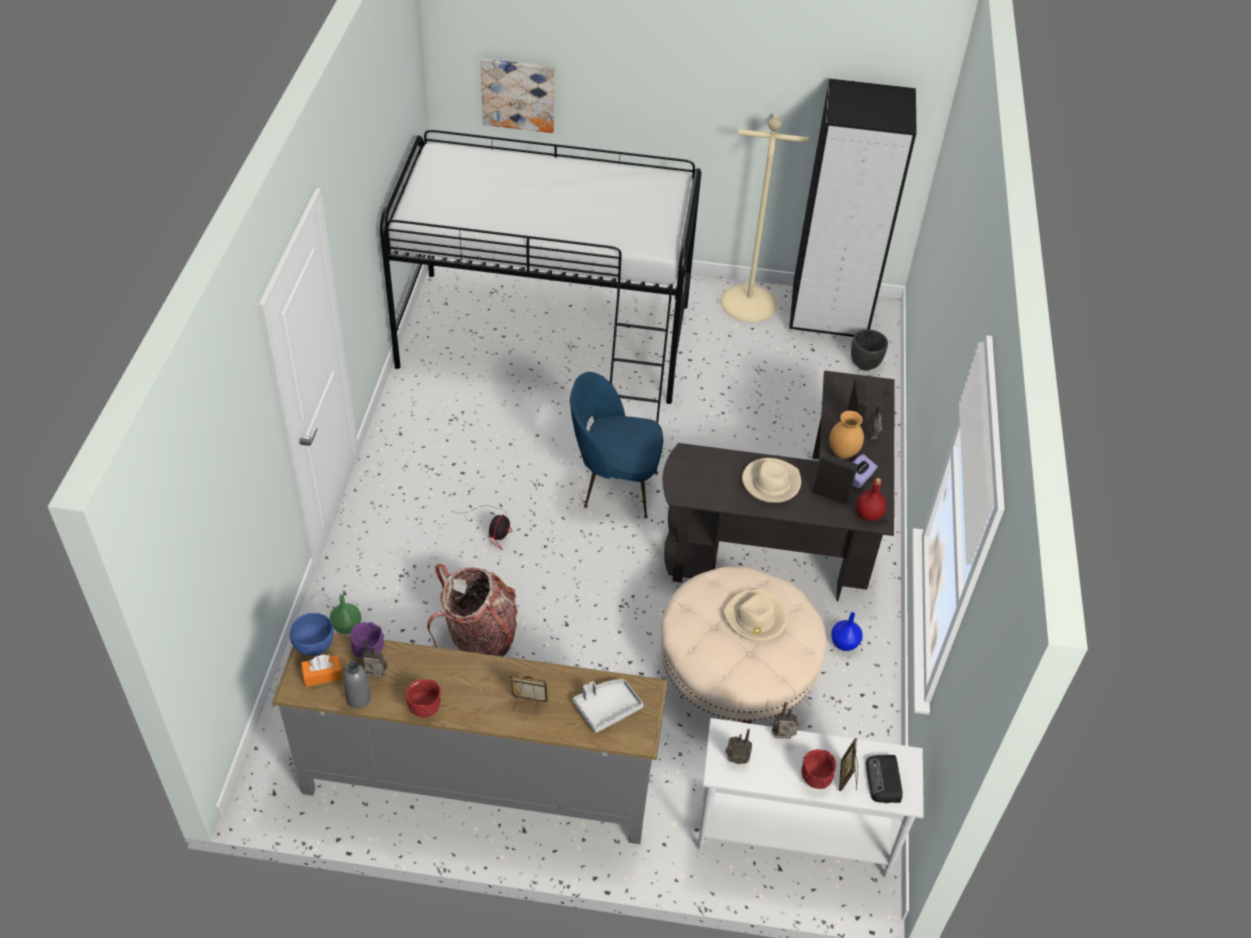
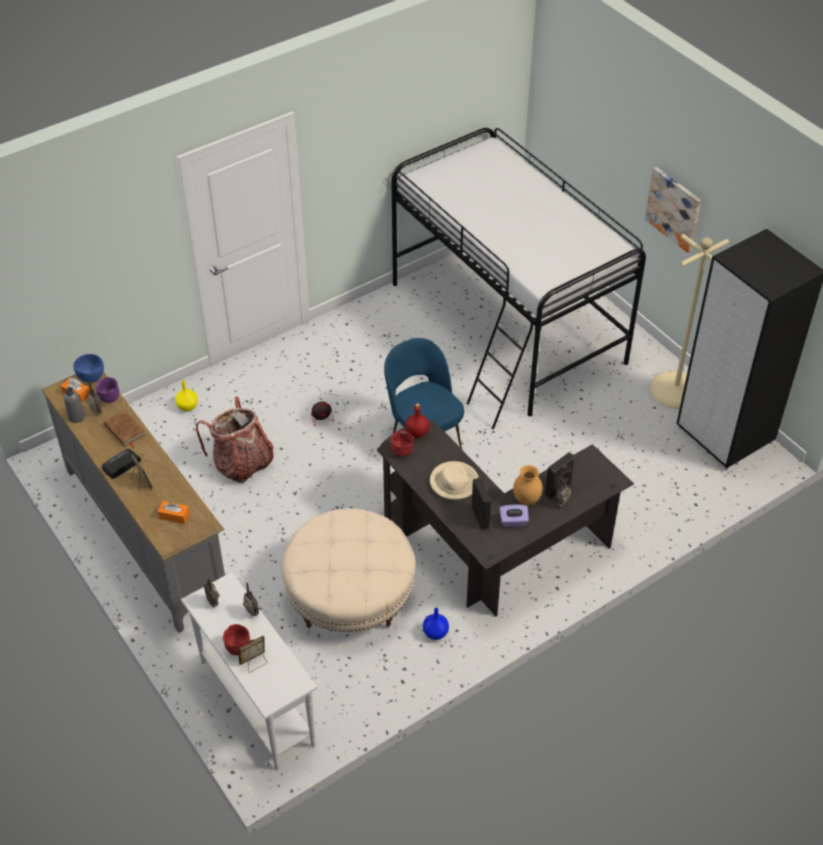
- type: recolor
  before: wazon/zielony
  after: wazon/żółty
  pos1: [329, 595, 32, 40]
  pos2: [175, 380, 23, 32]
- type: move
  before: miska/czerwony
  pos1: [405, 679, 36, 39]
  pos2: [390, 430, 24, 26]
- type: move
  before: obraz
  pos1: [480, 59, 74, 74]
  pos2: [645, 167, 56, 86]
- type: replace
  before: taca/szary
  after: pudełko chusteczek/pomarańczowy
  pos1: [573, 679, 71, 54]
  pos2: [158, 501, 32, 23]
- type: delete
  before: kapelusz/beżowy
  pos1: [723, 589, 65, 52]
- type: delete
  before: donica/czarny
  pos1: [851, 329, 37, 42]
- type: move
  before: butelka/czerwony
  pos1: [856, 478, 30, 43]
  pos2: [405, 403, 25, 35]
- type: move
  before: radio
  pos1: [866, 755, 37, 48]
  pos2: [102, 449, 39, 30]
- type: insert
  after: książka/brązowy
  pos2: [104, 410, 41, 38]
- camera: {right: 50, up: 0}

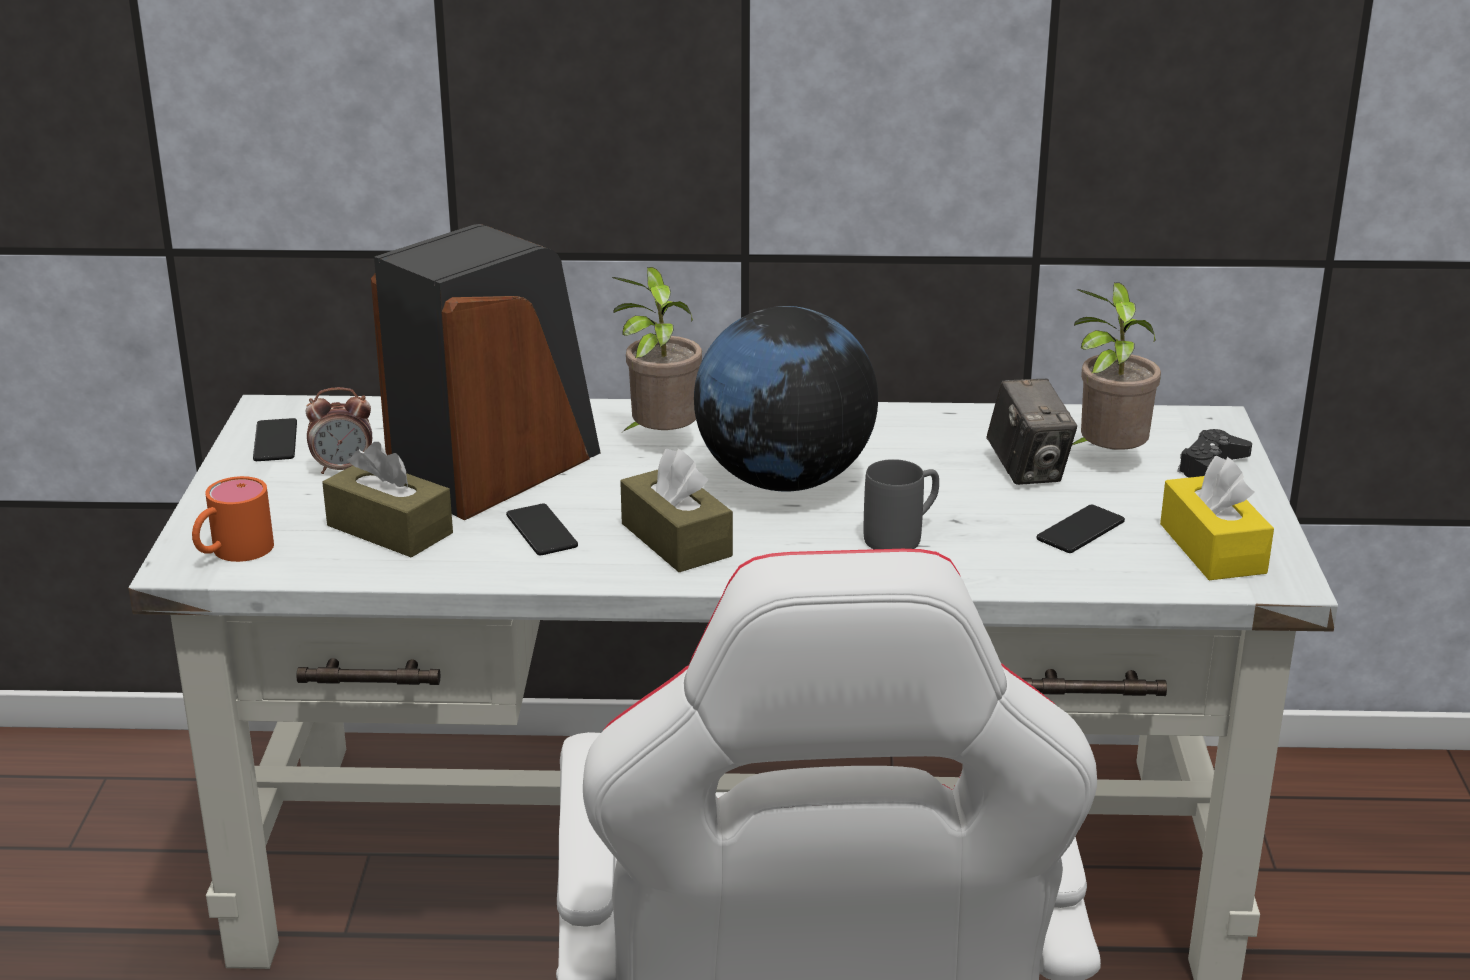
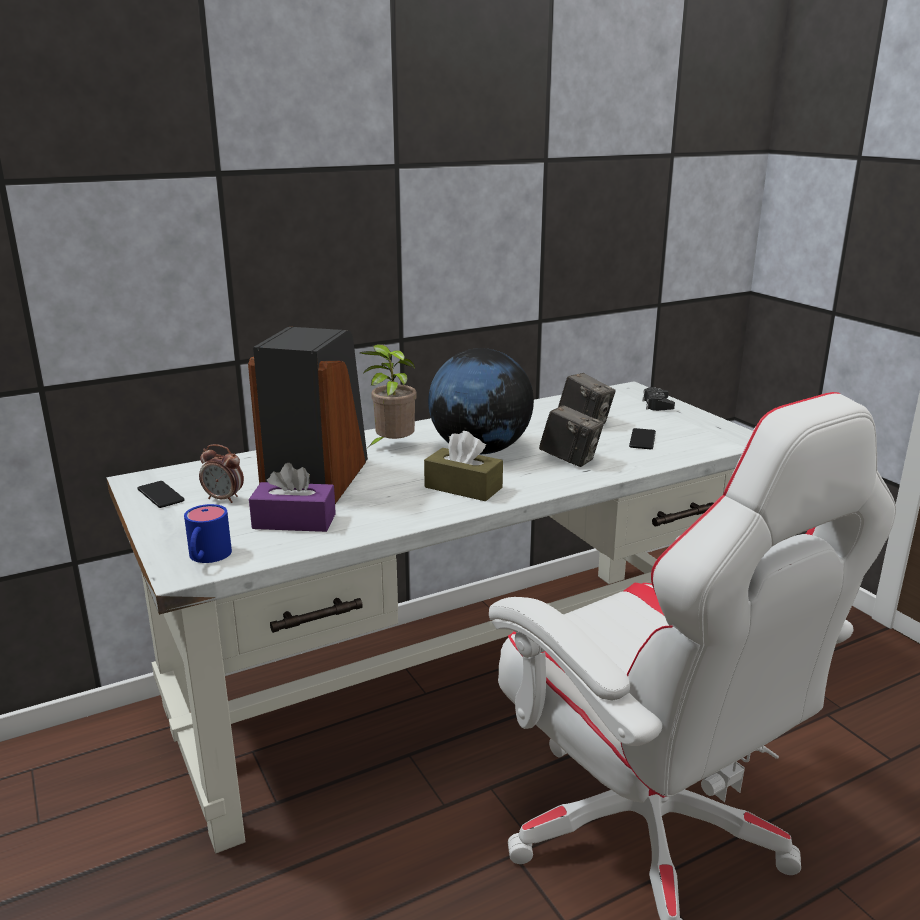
- type: recolor
  before: kubek/pomarańczowy
  after: kubek/niebieski
  pos1: [192, 476, 82, 86]
  pos2: [184, 504, 48, 59]
- type: rotate
  before: budzik
  pos1: [306, 387, 66, 87]
  pos2: [199, 444, 45, 59]
  turn: 60
- type: recolor
  before: pudełko chusteczek/brązowy
  after: pudełko chusteczek/fioletowy
  pos1: [322, 442, 131, 116]
  pos2: [249, 463, 87, 69]
- type: delete
  before: telefon
  pos1: [506, 503, 72, 53]
- type: replace
  before: kubek/szary
  after: aparat fotograficzny
  pos1: [864, 459, 75, 90]
  pos2: [539, 405, 65, 62]
- type: delete
  before: roślina doniczkowa
  pos1: [1072, 282, 89, 168]
- type: delete
  before: pudełko chusteczek/żółty
  pos1: [1160, 456, 114, 124]
- camera: {right: -30, up: -5}

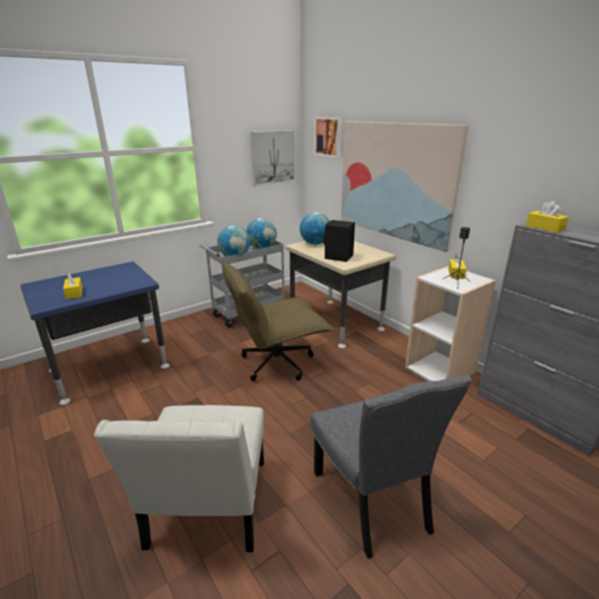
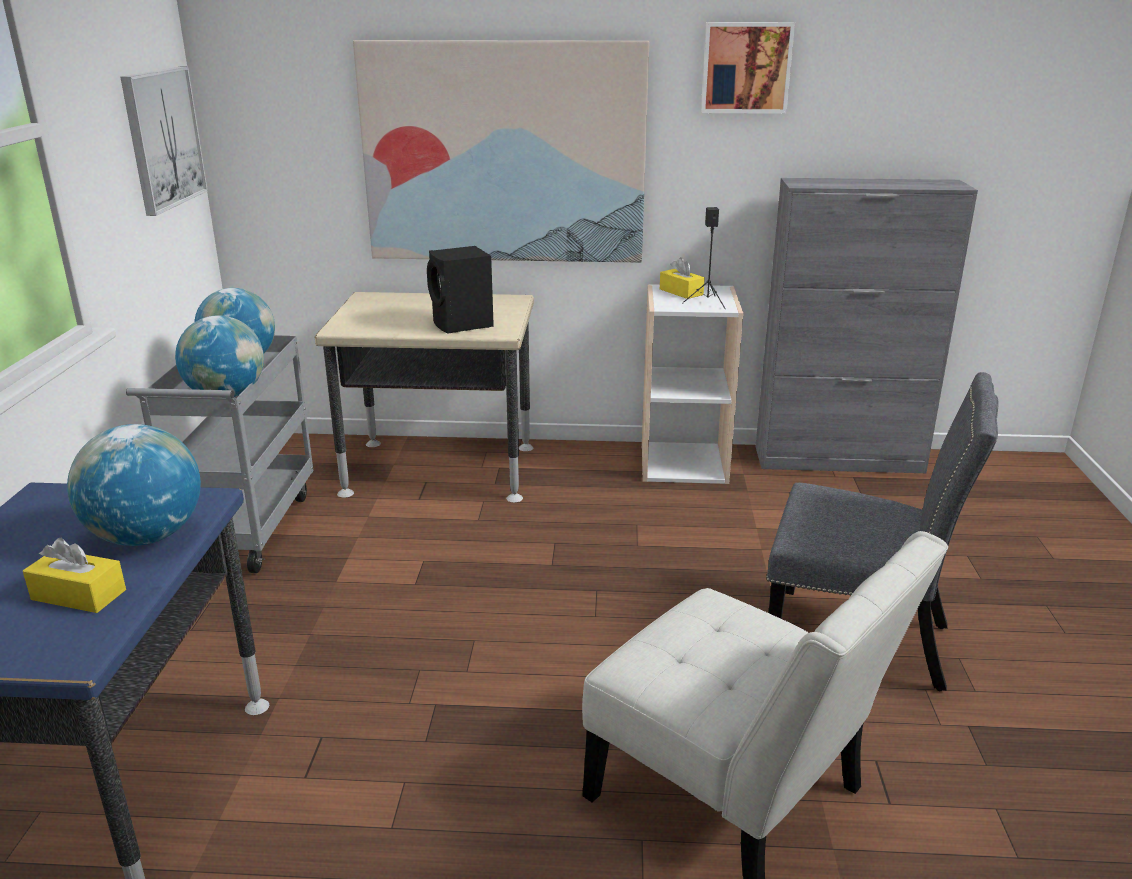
- type: delete
  before: krzesło biurowe/beżowy
  pos1: [222, 262, 112, 119]
- type: move
  before: globus
  pos1: [300, 212, 30, 33]
  pos2: [67, 424, 134, 122]
- type: move
  before: obraz
  pos1: [314, 117, 28, 41]
  pos2: [701, 22, 94, 92]
- type: delete
  before: pudełko chusteczek/żółty
  pos1: [526, 201, 43, 32]
- camera: {right: -50, up: 0}

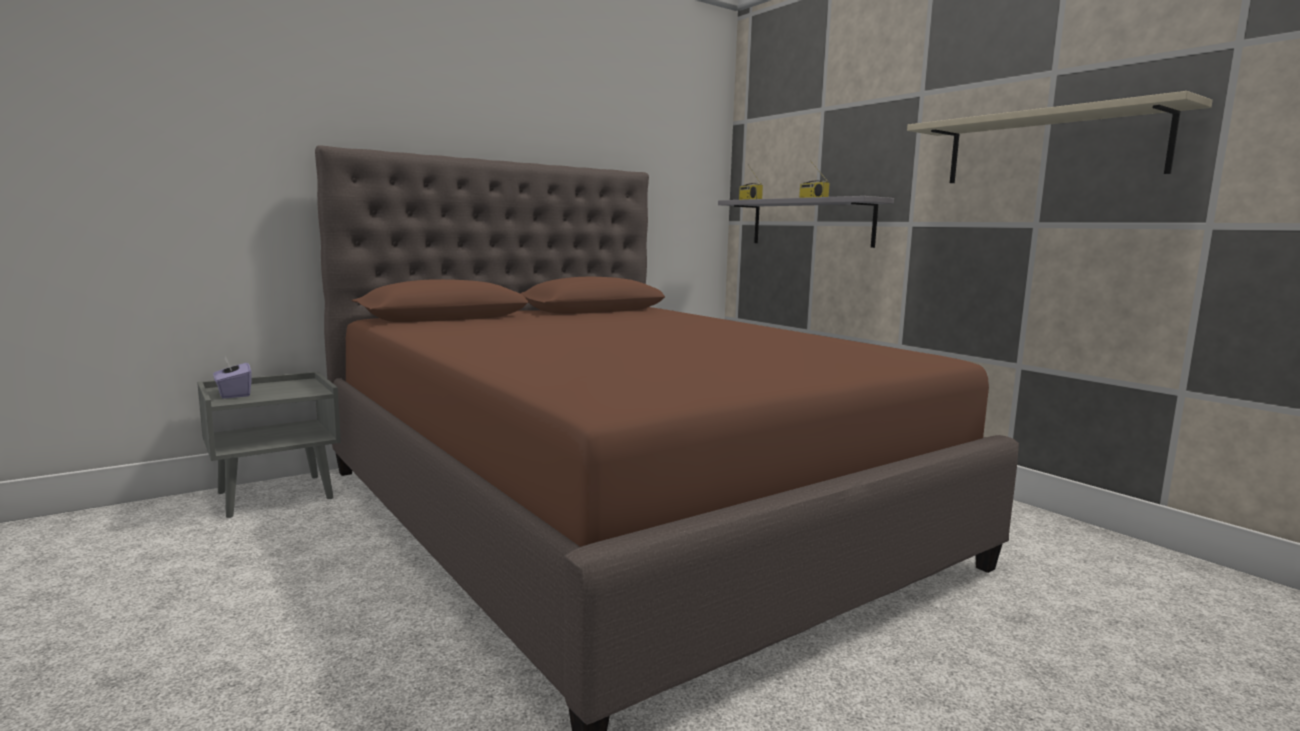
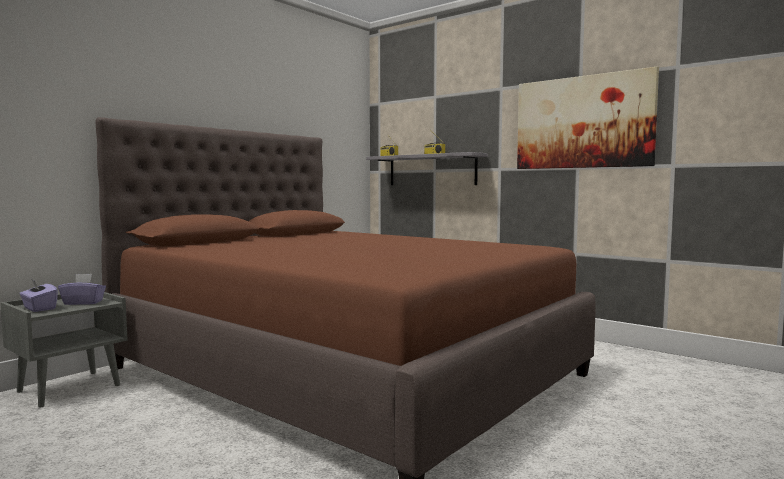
- type: replace
  before: półka/beżowy
  after: obraz
  pos1: [907, 91, 306, 92]
  pos2: [517, 66, 142, 103]
- type: insert
  after: pudełko chusteczek/fioletowy
  pos2: [58, 274, 48, 31]
- camera: {right: -15, up: -5}

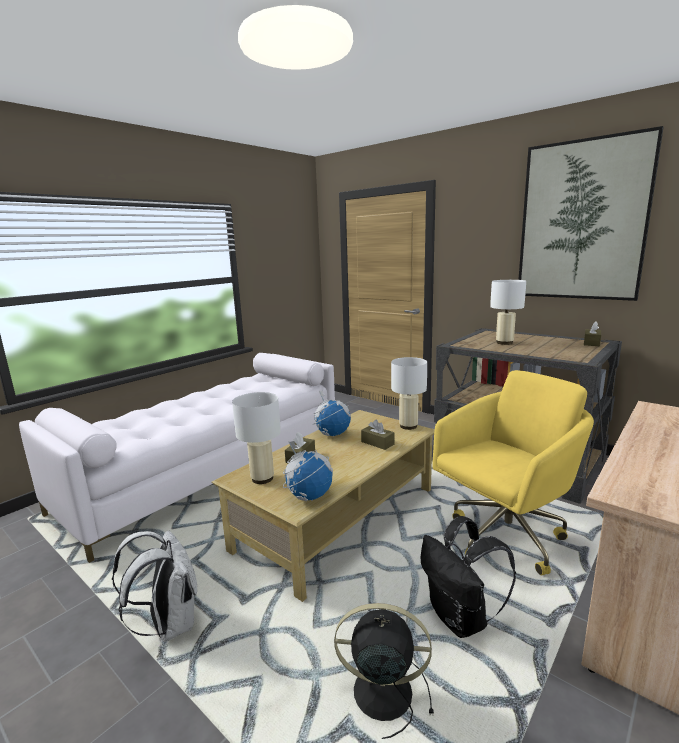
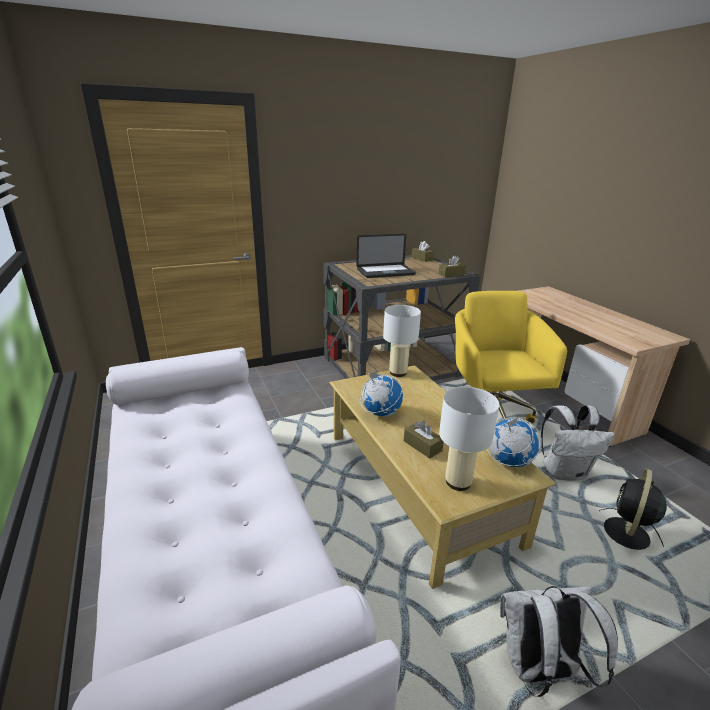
- type: move
  before: pudełko chusteczek/brązowy
  pos1: [361, 420, 34, 30]
  pos2: [439, 255, 27, 22]
- type: recolor
  before: plecak/czarny
  after: plecak/biały
  pos1: [420, 516, 96, 122]
  pos2: [541, 405, 74, 75]
- type: replace
  before: lampa stołowa/biały
  after: laptop
  pos1: [490, 280, 36, 65]
  pos2: [356, 234, 60, 44]
- type: delete
  before: obraz
  pos1: [518, 126, 146, 175]
- camera: {right: -65, up: 10}

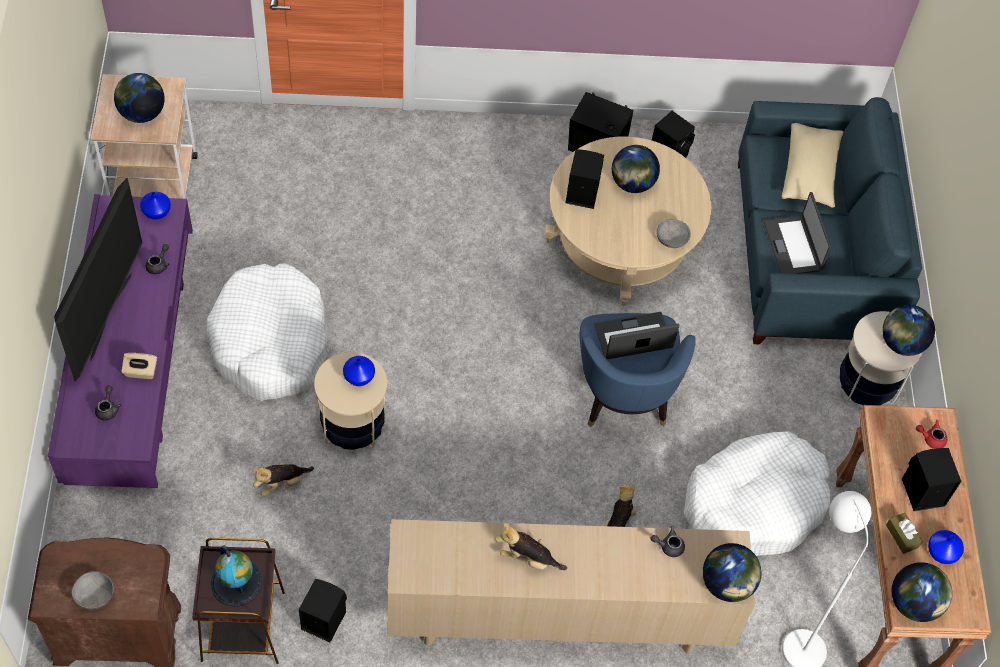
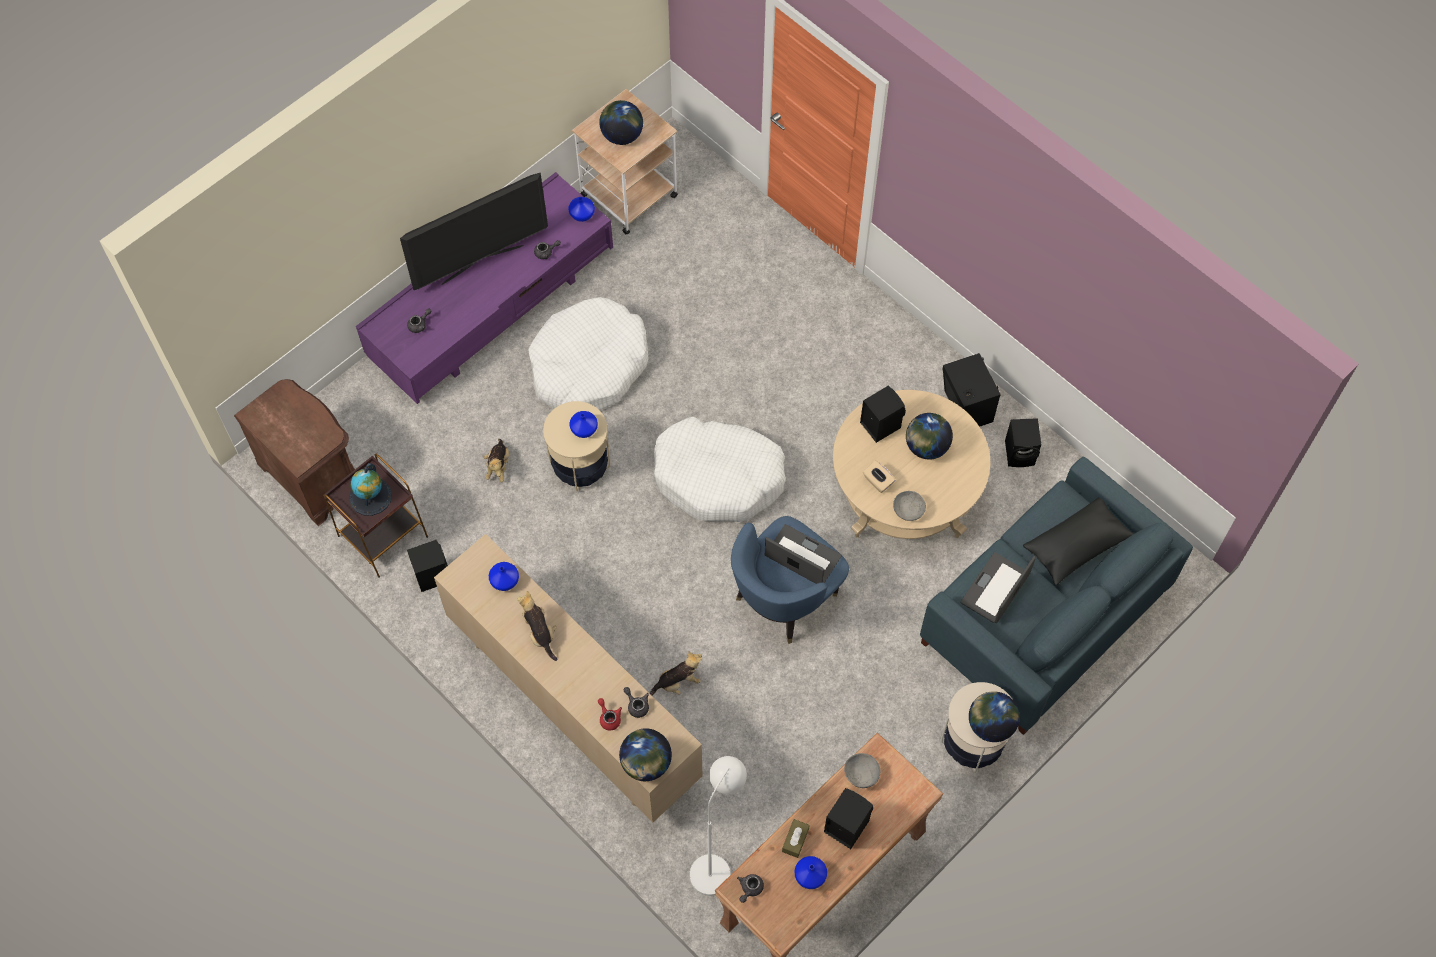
- type: move
  before: miska/szary
  pos1: [72, 571, 42, 38]
  pos2: [844, 753, 36, 35]
- type: move
  before: pudełko chusteczek/beżowy
  pos1: [121, 353, 36, 26]
  pos2: [863, 460, 32, 33]
- type: rotate
  before: pluszak
  pos1: [253, 463, 61, 33]
  pos2: [484, 439, 25, 43]
  turn: -105
- type: move
  before: legowisko/biały
  pos1: [684, 431, 147, 125]
  pos2: [654, 417, 132, 105]
- type: recolor
  before: poduszka/beżowy
  after: poduszka/czarny
  pos1: [782, 123, 61, 85]
  pos2: [1023, 497, 110, 88]
- type: replace
  before: globus
  after: imbryk/szary
  pos1: [891, 562, 61, 60]
  pos2: [737, 874, 27, 29]
- type: move
  before: imbryk/czerwony
  pos1: [916, 420, 31, 29]
  pos2: [598, 698, 24, 33]
- type: insert
  after: wazon/niebieski
  pos2: [489, 562, 30, 29]
- camera: {right: 50, up: 5}

